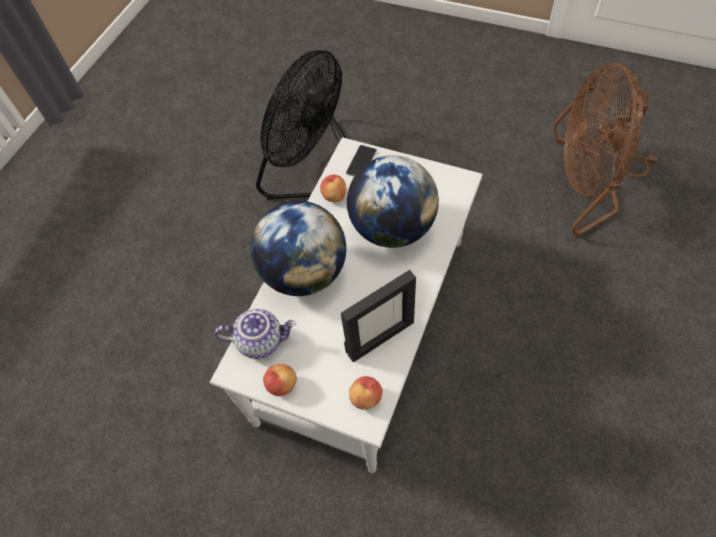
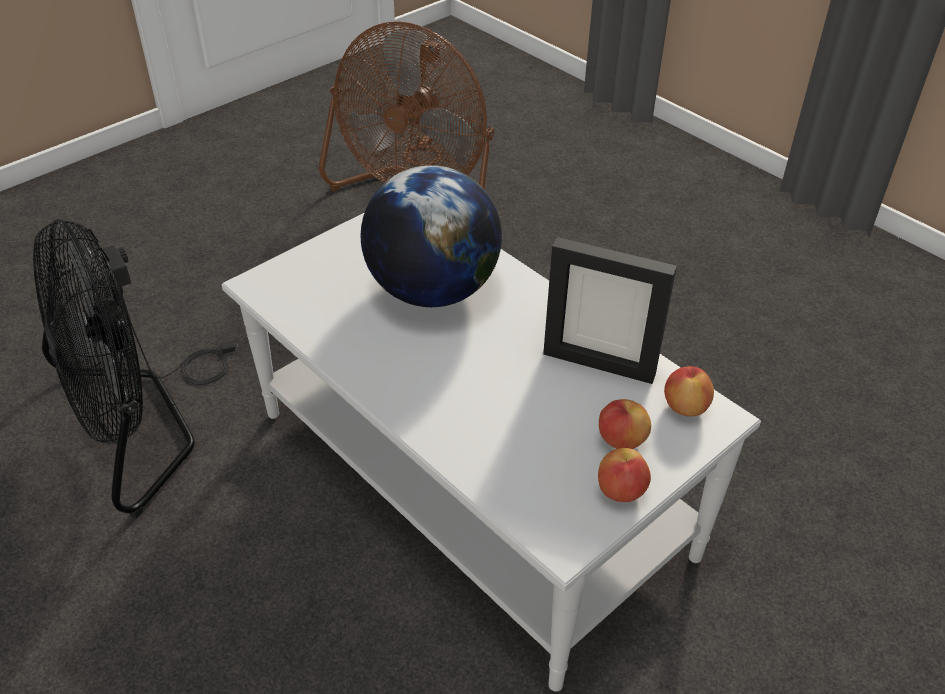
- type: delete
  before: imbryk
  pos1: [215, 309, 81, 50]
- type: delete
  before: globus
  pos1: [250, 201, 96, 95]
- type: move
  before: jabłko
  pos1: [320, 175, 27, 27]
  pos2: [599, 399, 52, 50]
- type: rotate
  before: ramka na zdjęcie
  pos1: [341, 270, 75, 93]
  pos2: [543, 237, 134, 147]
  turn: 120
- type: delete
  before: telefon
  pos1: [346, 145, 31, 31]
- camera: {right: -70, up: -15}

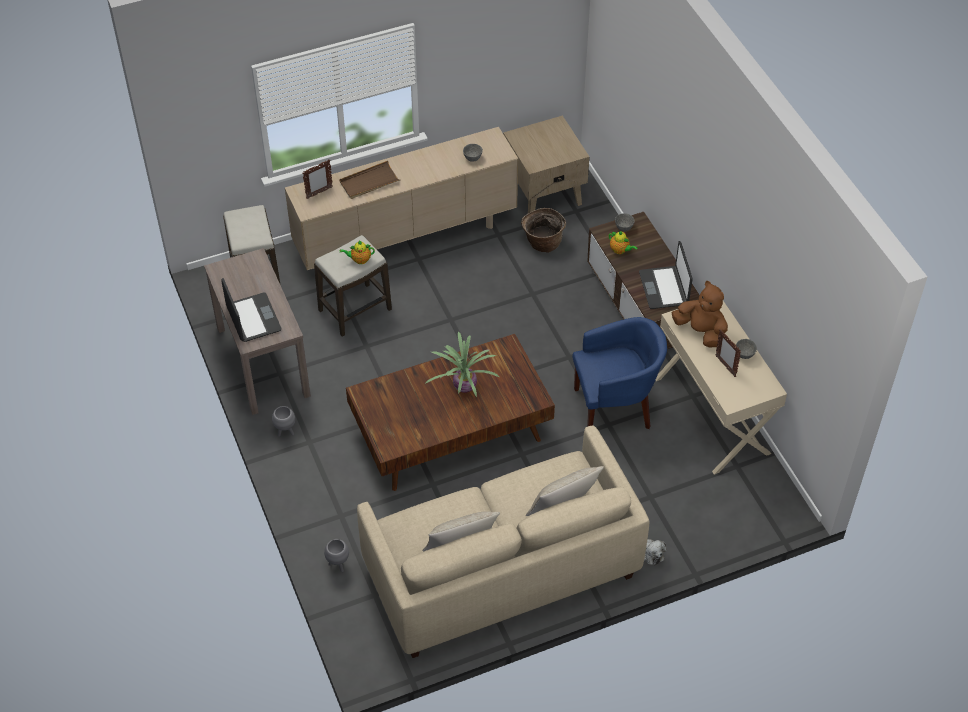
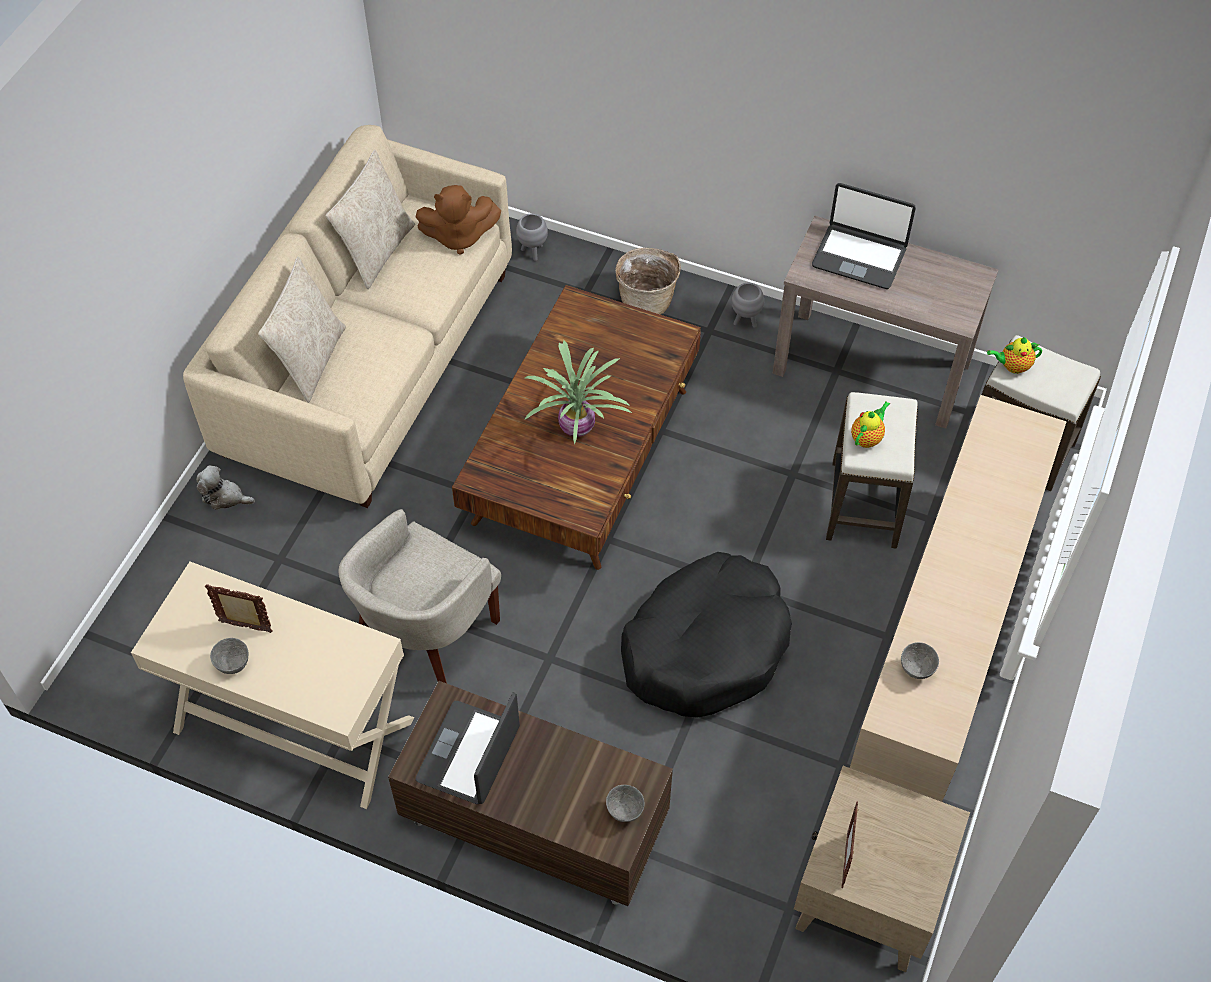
- type: move
  before: ramka na zdjęcie
  pos1: [303, 159, 30, 40]
  pos2: [841, 801, 17, 87]
- type: delete
  before: taca/brązowy
  pos1: [339, 161, 62, 38]
- type: move
  before: koszyk
  pos1: [521, 208, 45, 45]
  pos2: [615, 248, 66, 67]
- type: recolor
  before: fotel/niebieski
  after: fotel/beżowy
  pos1: [572, 317, 95, 112]
  pos2: [339, 509, 162, 174]
- type: move
  before: imbryk
  pos1: [609, 231, 29, 23]
  pos2: [987, 337, 55, 37]
- type: rotate
  before: laptop
  pos1: [639, 241, 54, 68]
  pos2: [416, 692, 104, 112]
  turn: -105
- type: move
  before: pluszak/brązowy
  pos1: [672, 281, 56, 67]
  pos2: [416, 185, 85, 70]
- type: insert
  after: legowisko/czarny
  pos2: [621, 552, 171, 166]
- camera: {right: 135, up: 5}

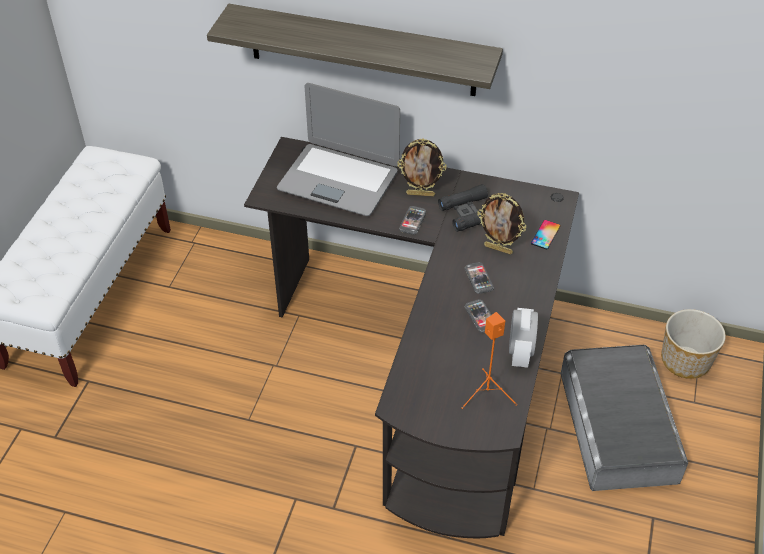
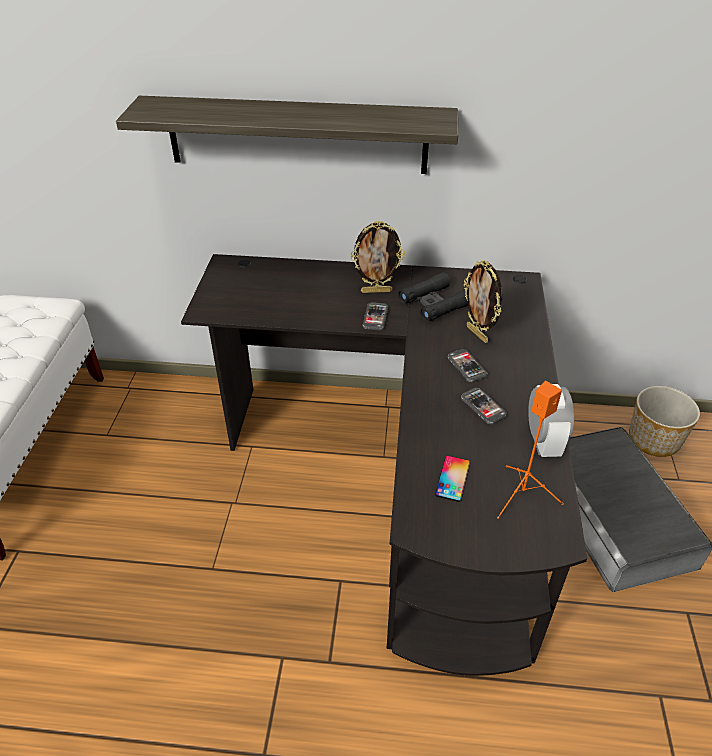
- type: delete
  before: laptop
  pos1: [277, 83, 123, 133]
- type: rotate
  before: ramka na zdjęcie
  pos1: [477, 193, 49, 61]
  pos2: [464, 260, 38, 83]
  turn: 45
- type: move
  before: telefon
  pos1: [531, 220, 30, 30]
  pos2: [435, 456, 35, 46]
- camera: {right: -10, up: -5}

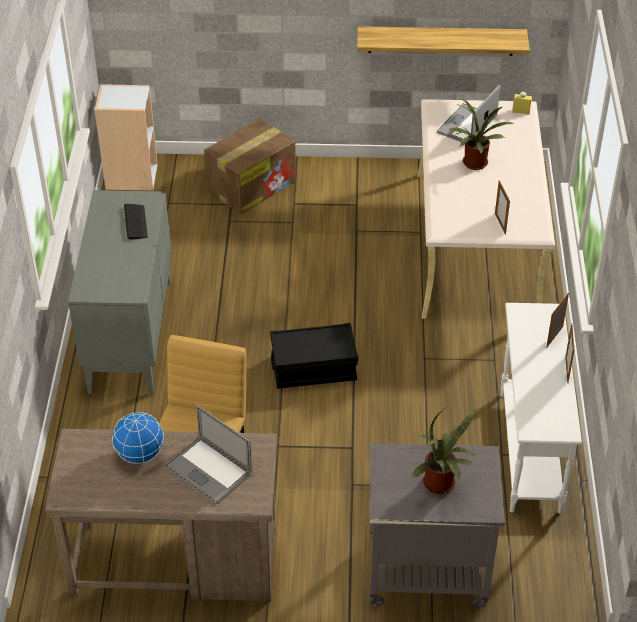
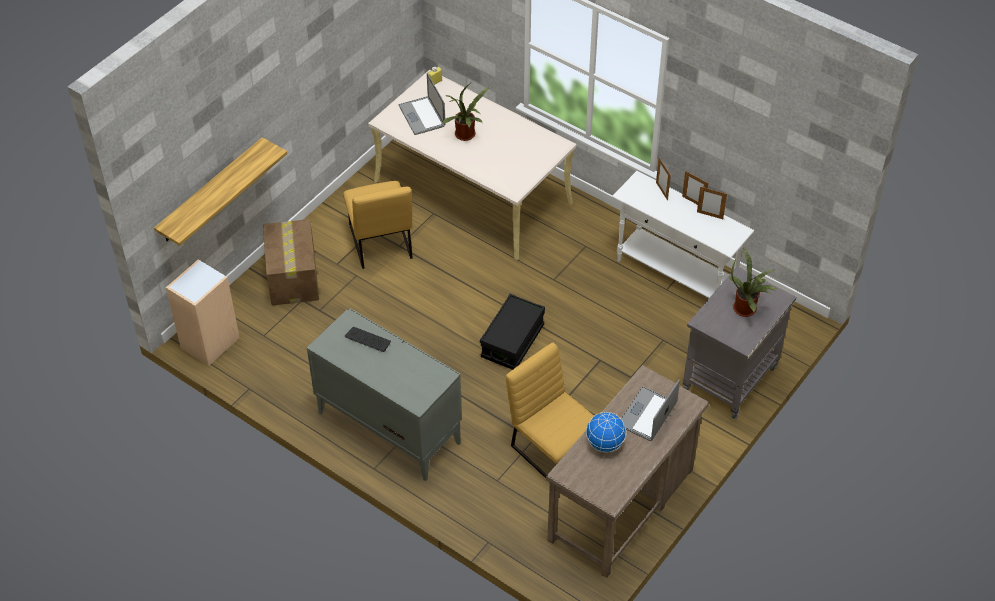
- type: rotate
  before: laptop
  pos1: [165, 405, 87, 99]
  pos2: [621, 379, 59, 62]
  turn: 135
- type: move
  before: półka
  pos1: [357, 26, 173, 30]
  pos2: [154, 137, 133, 109]
- type: move
  before: ramka na zdjęcie
  pos1: [495, 180, 15, 55]
  pos2: [697, 187, 30, 32]
- type: insert
  after: krzesło/żółty
  pos2: [343, 181, 70, 88]
- camera: {right: -55, up: 5}

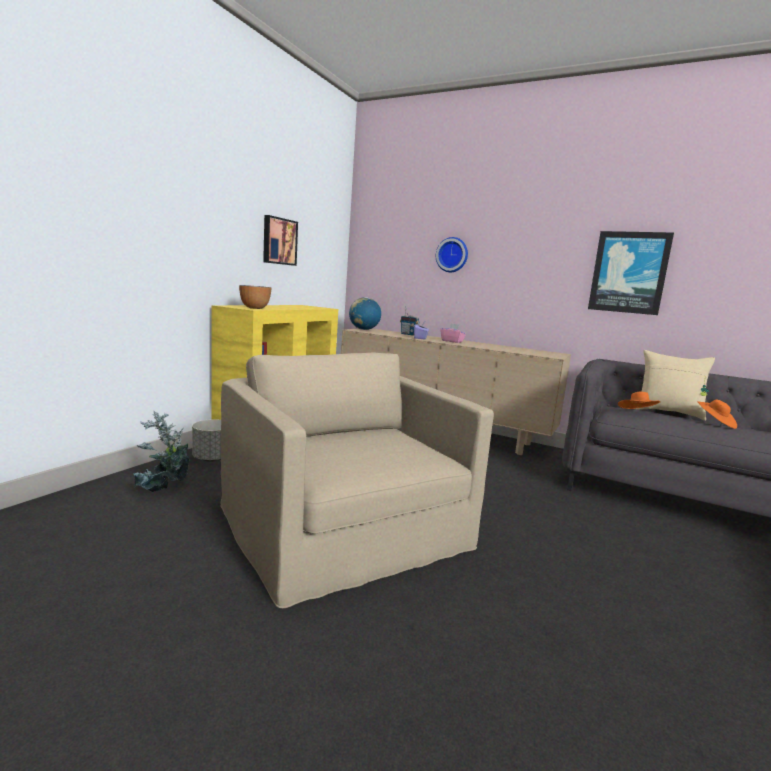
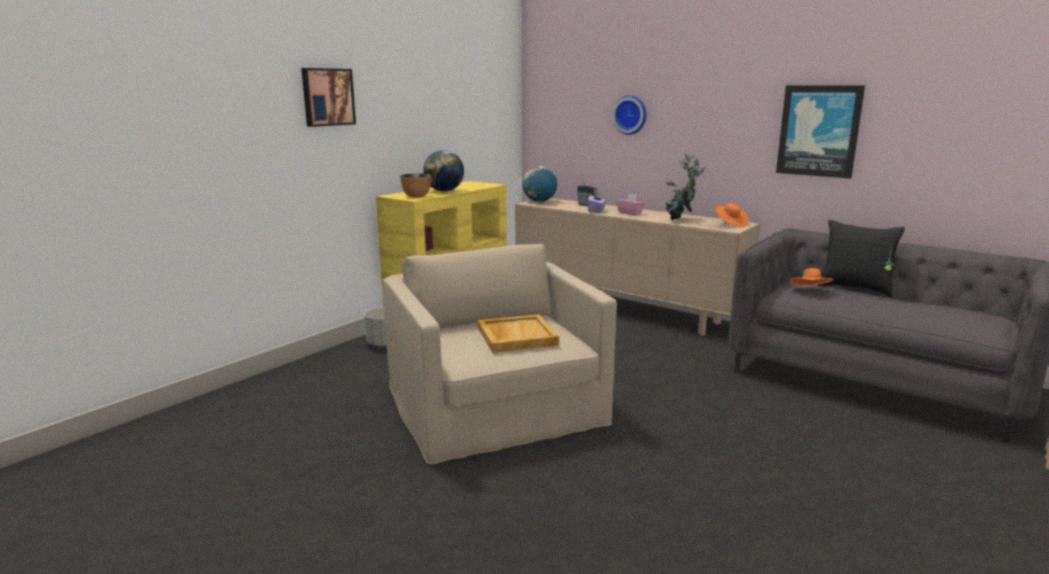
- type: move
  before: roślina doniczkowa
  pos1: [133, 411, 56, 81]
  pos2: [666, 153, 40, 67]
- type: move
  before: obraz
  pos1: [263, 215, 35, 51]
  pos2: [301, 68, 55, 59]
- type: recolor
  before: poduszka/beżowy
  after: poduszka/czarny
  pos1: [635, 350, 80, 71]
  pos2: [817, 220, 88, 77]
- type: move
  before: kapelusz/pomarańczowy
  pos1: [697, 400, 40, 29]
  pos2: [715, 203, 34, 25]
- type: insert
  after: globus
  pos2: [423, 150, 41, 42]
- type: insert
  after: taca/beżowy
  pos2: [478, 314, 81, 39]
- camera: {right: 10, up: 5}

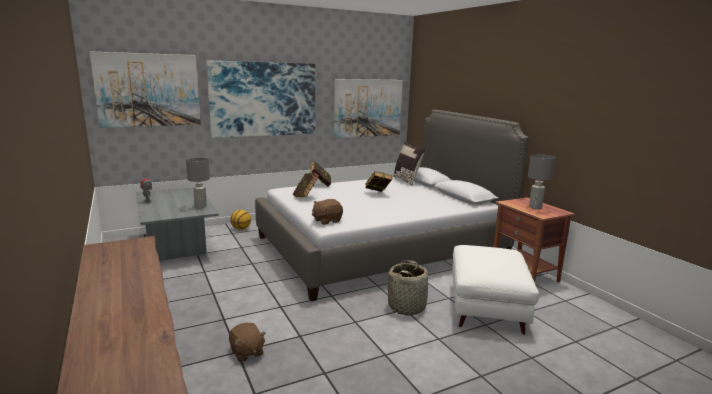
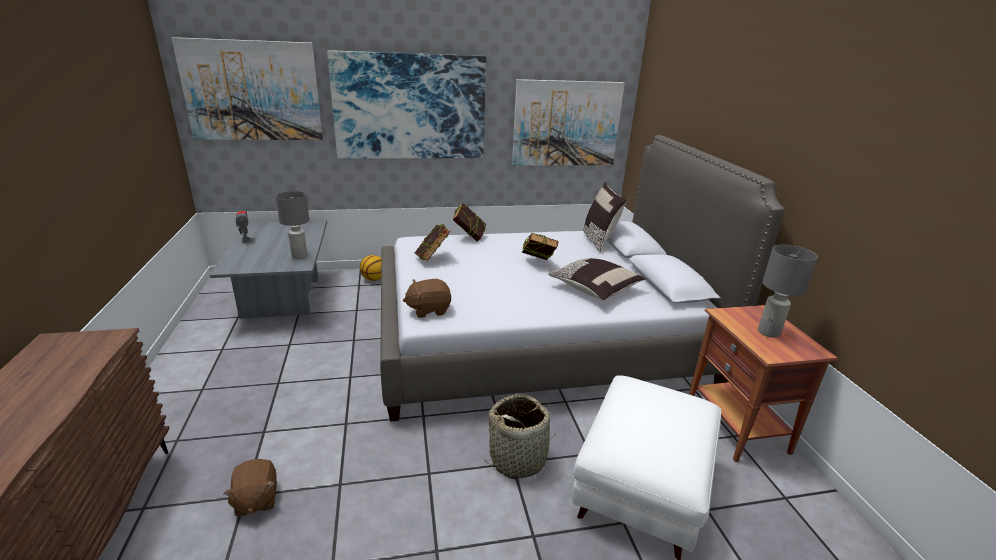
- type: insert
  after: poduszka
  pos2: [548, 257, 97, 43]
- camera: {right: 15, up: 10}

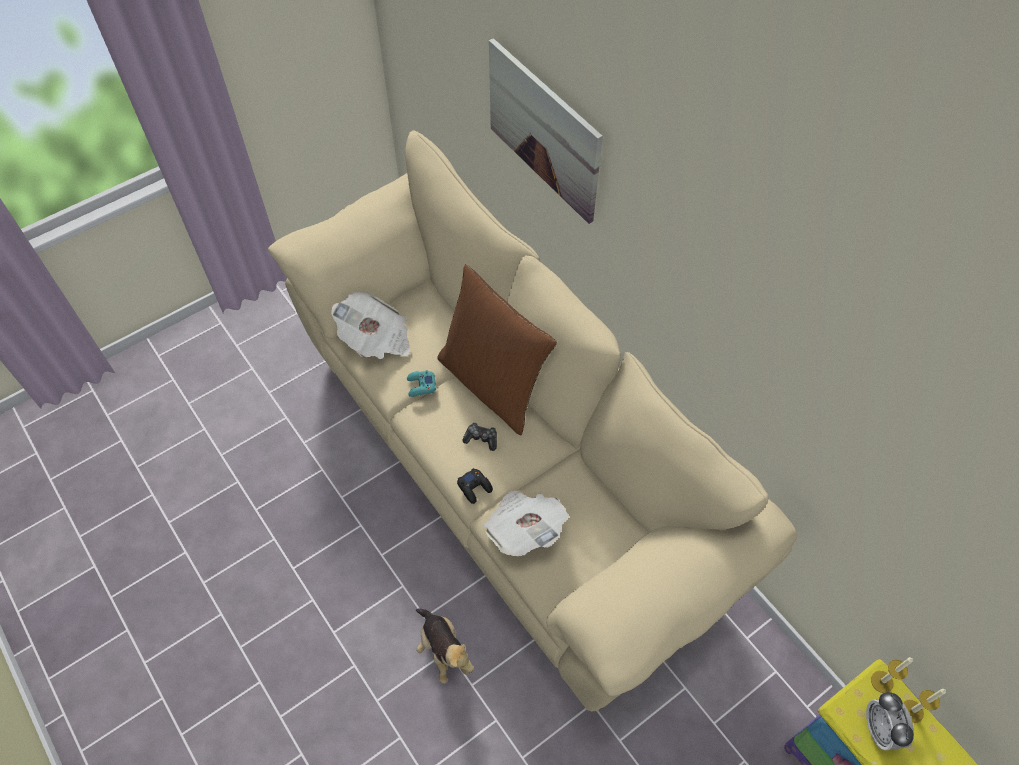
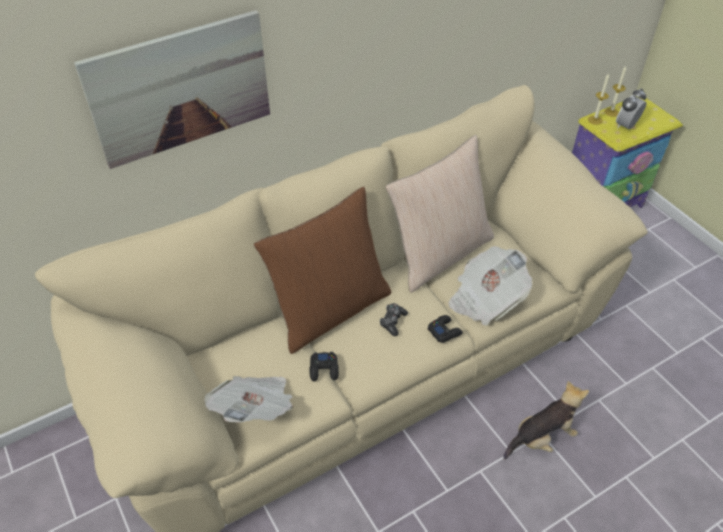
- type: recolor
  before: pad do gier/turkusowy
  after: pad do gier/czarny
  pos1: [407, 370, 29, 27]
  pos2: [310, 352, 29, 30]
- type: rotate
  before: budzik
  pos1: [866, 692, 48, 59]
  pos2: [616, 88, 31, 41]
  turn: 135
- type: insert
  after: poduszka/beżowy
  pos2: [385, 135, 109, 158]
- camera: {right: -85, up: -10}

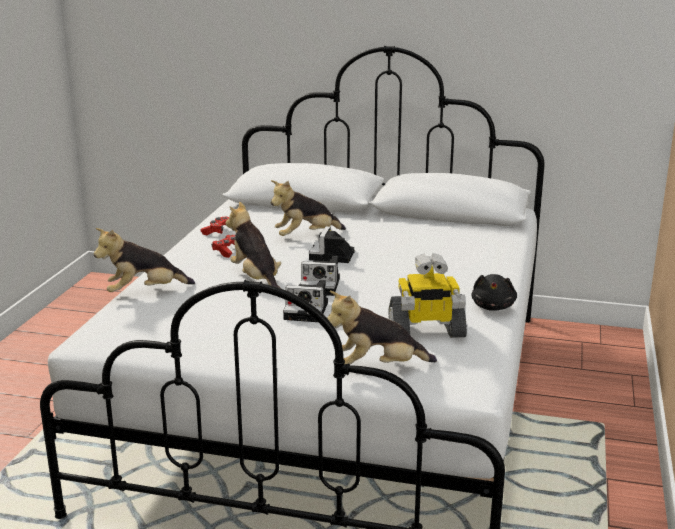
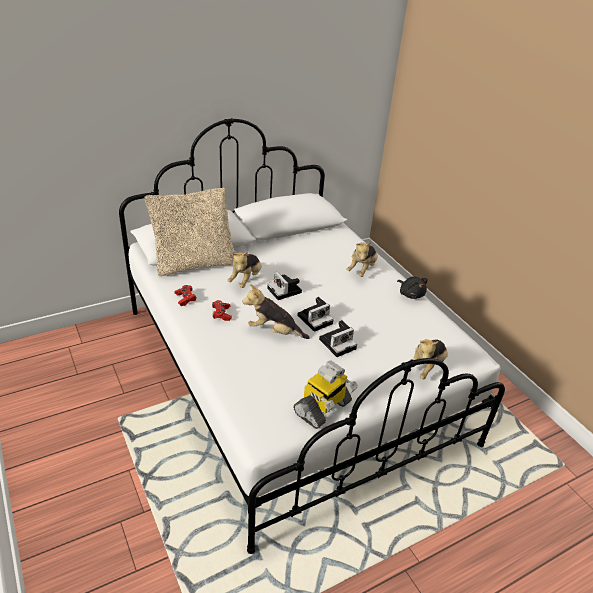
- type: move
  before: pluszak
  pos1: [94, 228, 101, 64]
  pos2: [346, 242, 32, 35]
- type: move
  before: robot zabawkowy
  pos1: [388, 253, 79, 85]
  pos2: [293, 360, 65, 69]
- type: insert
  after: poduszka/beżowy
  pos2: [145, 188, 90, 88]
- camera: {right: -45, up: 15}

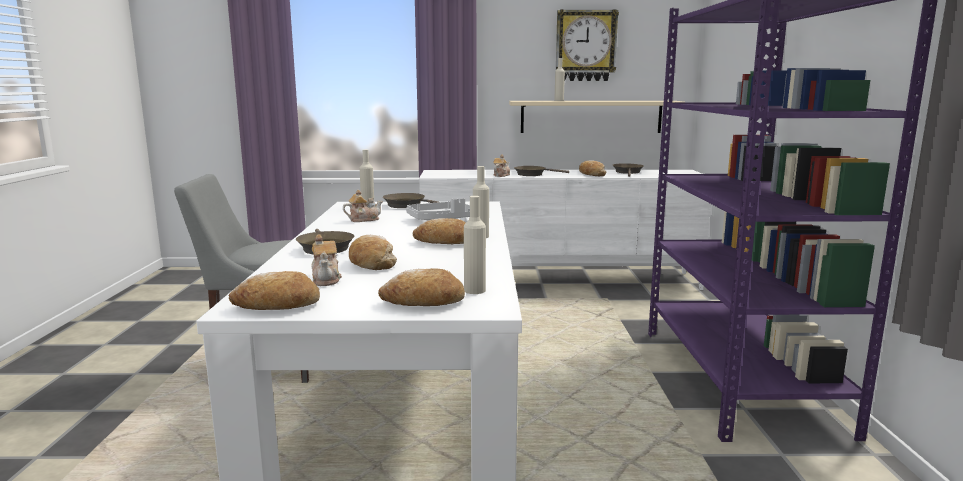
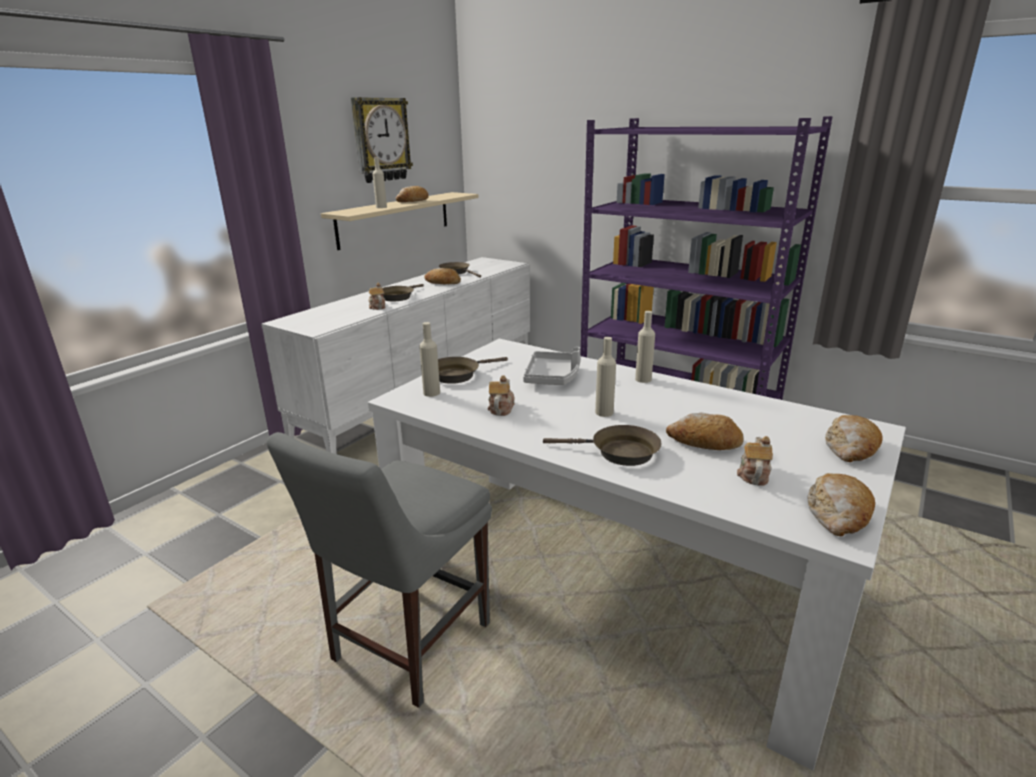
- type: rotate
  before: imbryk
  pos1: [311, 234, 31, 52]
  pos2: [737, 436, 36, 50]
  turn: -90
- type: move
  before: chleb
  pos1: [413, 218, 53, 26]
  pos2: [396, 186, 33, 16]
- type: move
  before: butelka/beżowy
  pos1: [464, 196, 22, 98]
  pos2: [595, 337, 21, 80]
- camera: {right: -55, up: 10}

